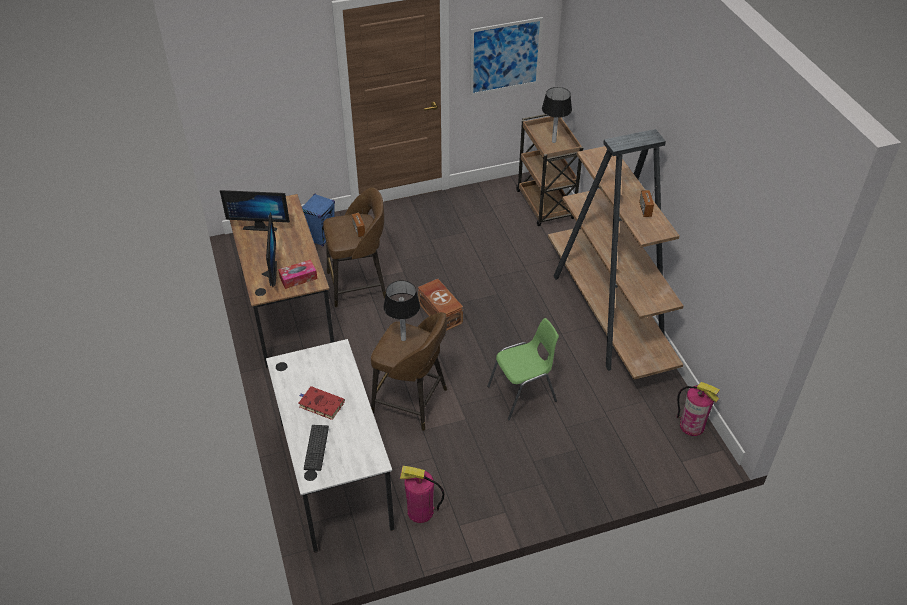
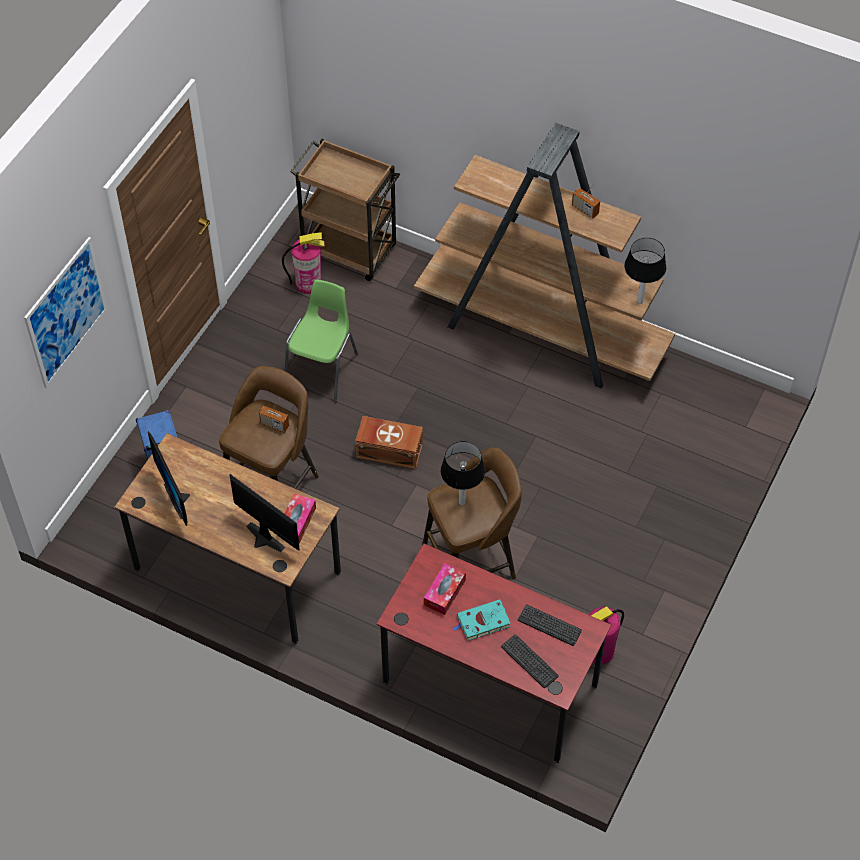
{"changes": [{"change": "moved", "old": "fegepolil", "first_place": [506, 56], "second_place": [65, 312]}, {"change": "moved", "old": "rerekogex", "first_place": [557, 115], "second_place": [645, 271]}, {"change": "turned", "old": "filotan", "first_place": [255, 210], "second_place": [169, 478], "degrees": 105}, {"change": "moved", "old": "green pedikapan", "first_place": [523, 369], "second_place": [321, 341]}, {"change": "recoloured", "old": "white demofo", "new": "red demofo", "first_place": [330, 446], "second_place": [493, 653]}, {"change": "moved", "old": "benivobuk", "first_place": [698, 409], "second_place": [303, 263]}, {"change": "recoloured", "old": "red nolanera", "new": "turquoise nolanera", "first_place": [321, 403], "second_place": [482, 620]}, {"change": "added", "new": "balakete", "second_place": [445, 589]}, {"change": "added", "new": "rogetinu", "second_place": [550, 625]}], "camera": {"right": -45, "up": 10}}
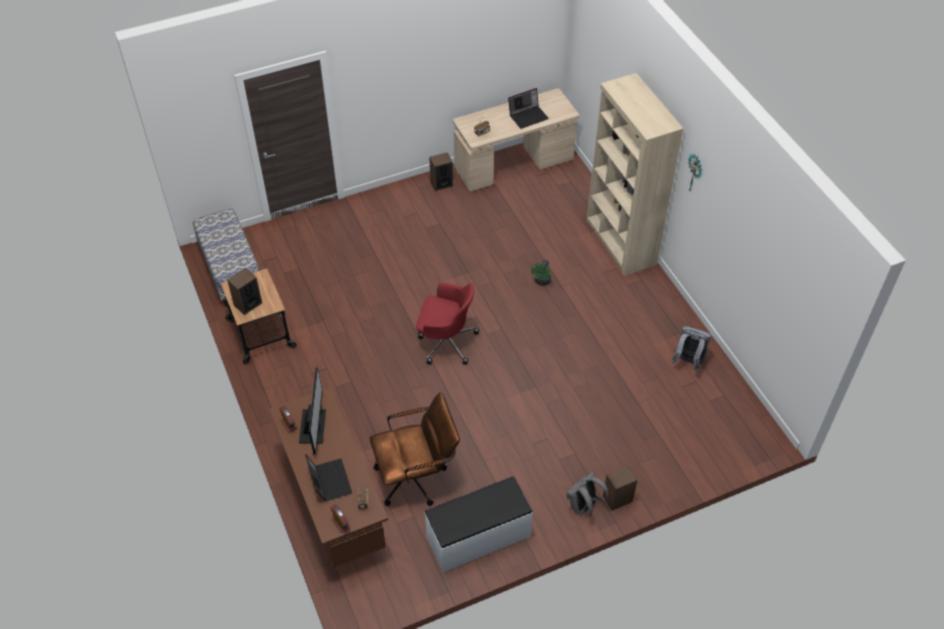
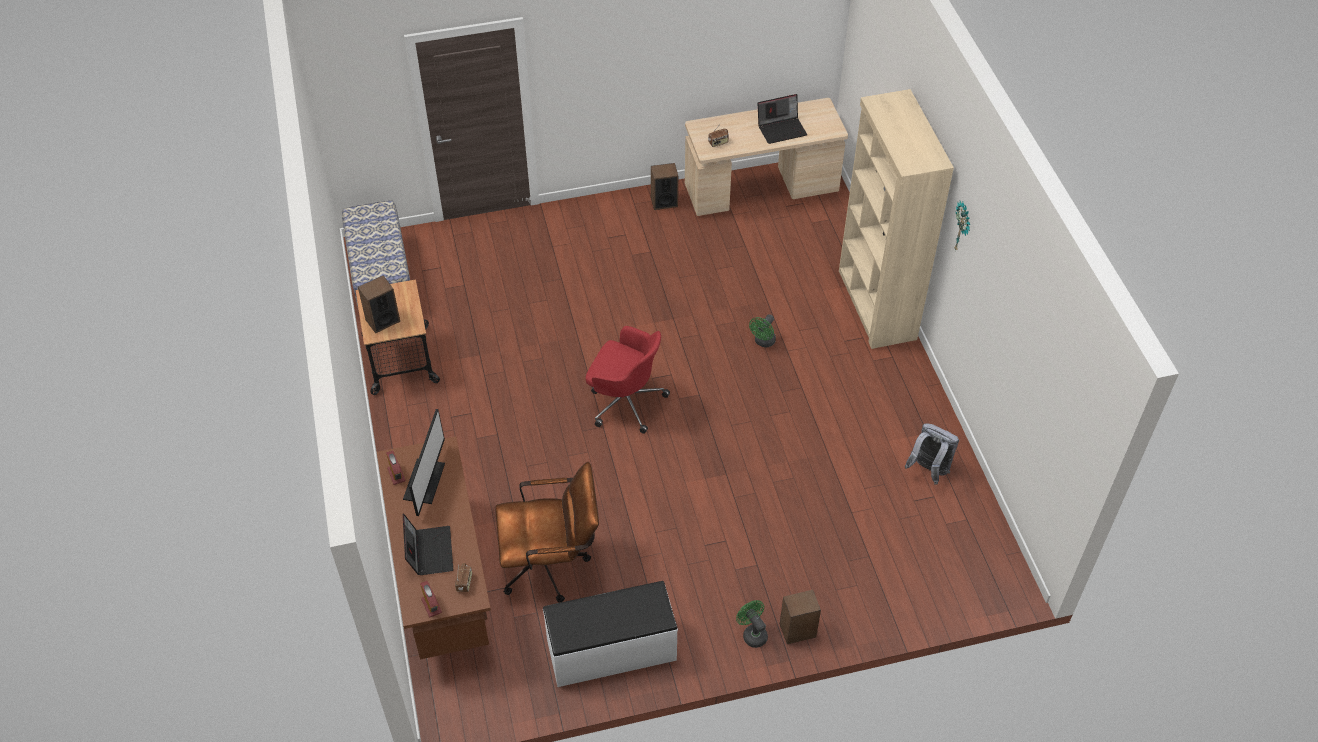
{"changes": [{"change": "replaced", "old": "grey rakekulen", "new": "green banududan", "first_place": [588, 494], "second_place": [752, 624]}], "camera": {"right": 10, "up": 0}}
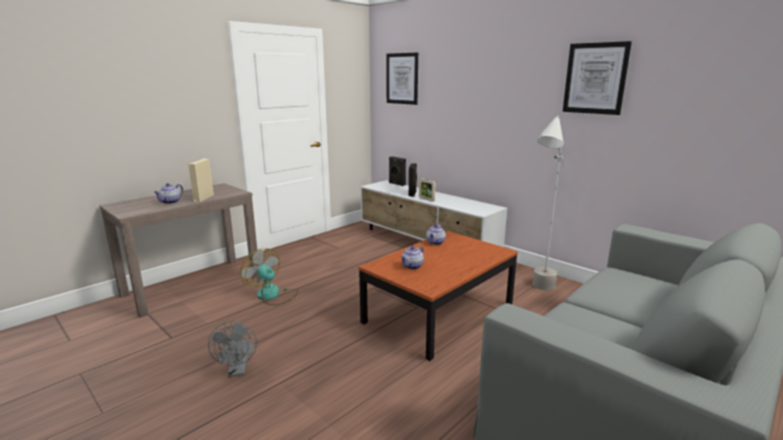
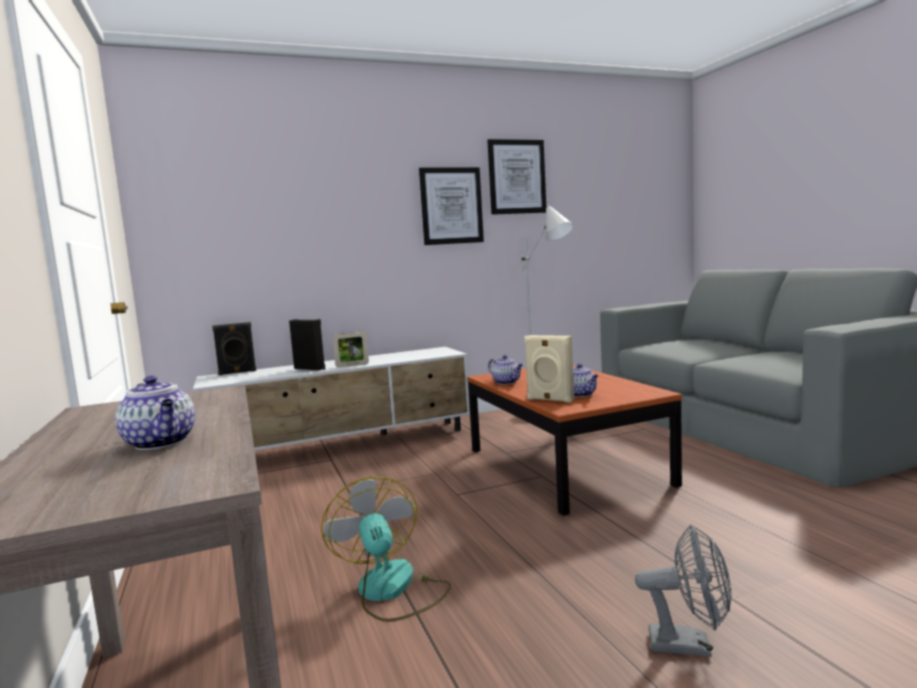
{"changes": [{"change": "moved", "old": "fegepolil", "first_place": [402, 78], "second_place": [451, 206]}, {"change": "moved", "old": "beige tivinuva", "first_place": [201, 180], "second_place": [549, 369]}, {"change": "turned", "old": "banududan", "first_place": [269, 277], "second_place": [386, 549], "degrees": 90}], "camera": {"right": -65, "up": -10}}
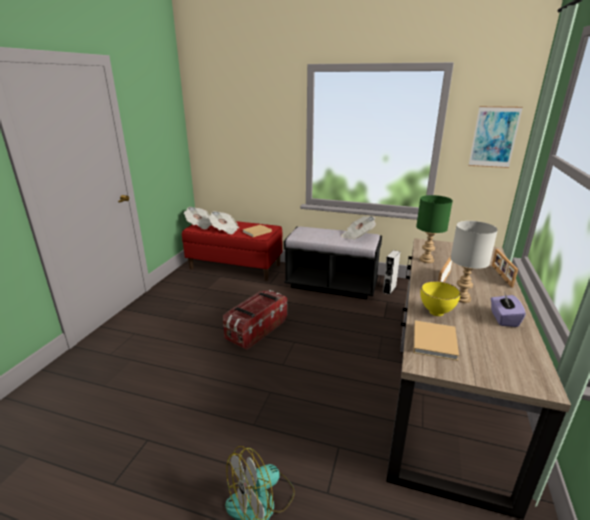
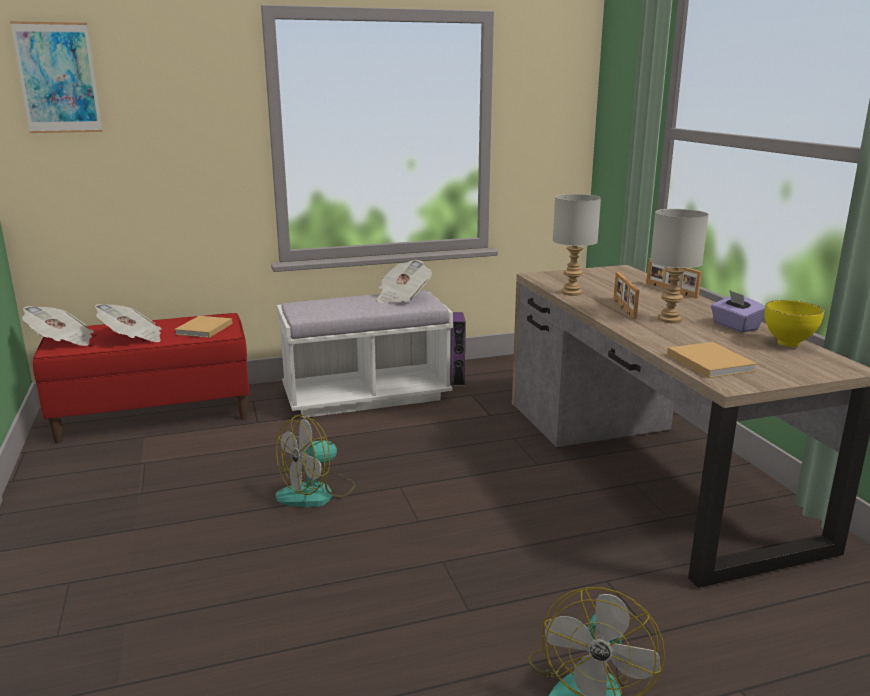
{"changes": [{"change": "moved", "old": "fegepolil", "first_place": [495, 137], "second_place": [56, 77]}, {"change": "recoloured", "old": "green rerekogex", "new": "grey rerekogex", "first_place": [434, 229], "second_place": [577, 245]}, {"change": "recoloured", "old": "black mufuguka", "new": "white mufuguka", "first_place": [333, 262], "second_place": [365, 354]}, {"change": "recoloured", "old": "grey tivinuva", "new": "purple tivinuva", "first_place": [391, 272], "second_place": [458, 349]}, {"change": "moved", "old": "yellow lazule", "first_place": [440, 298], "second_place": [794, 323]}, {"change": "replaced", "old": "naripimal", "new": "banududan", "first_place": [255, 320], "second_place": [315, 460]}], "camera": {"right": -35, "up": -5}}
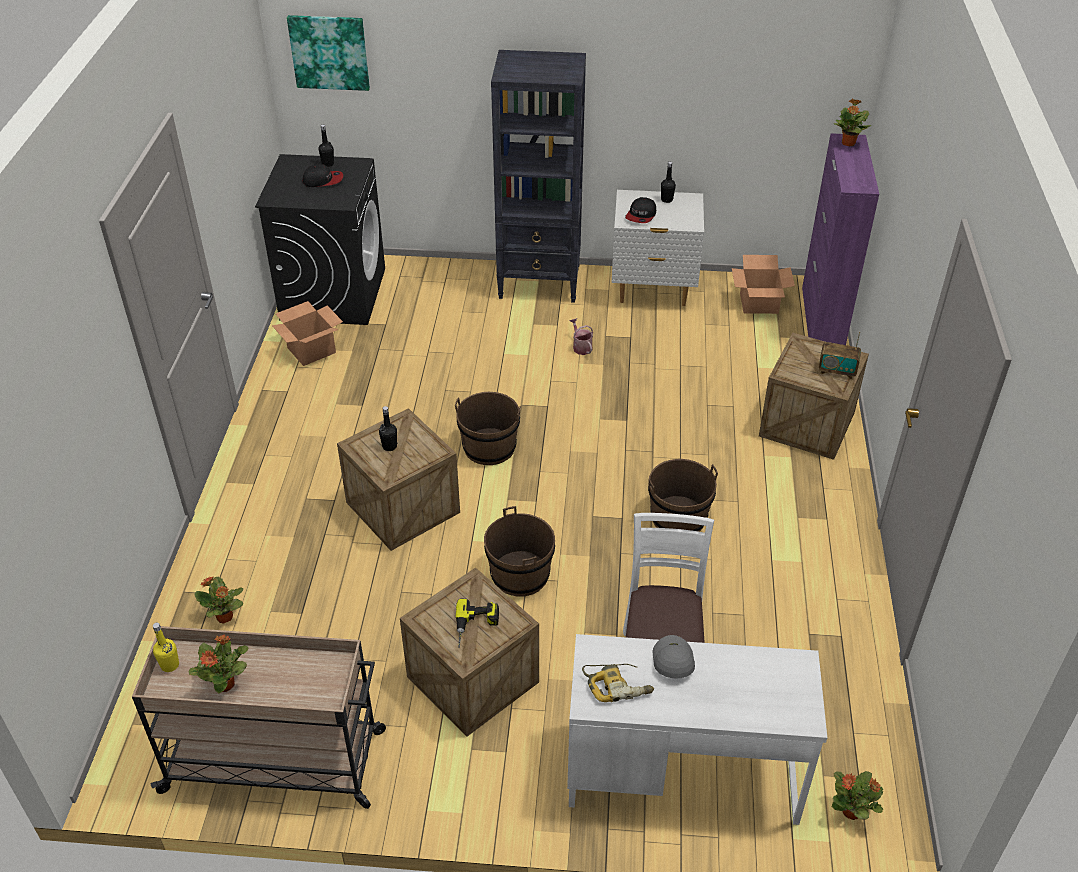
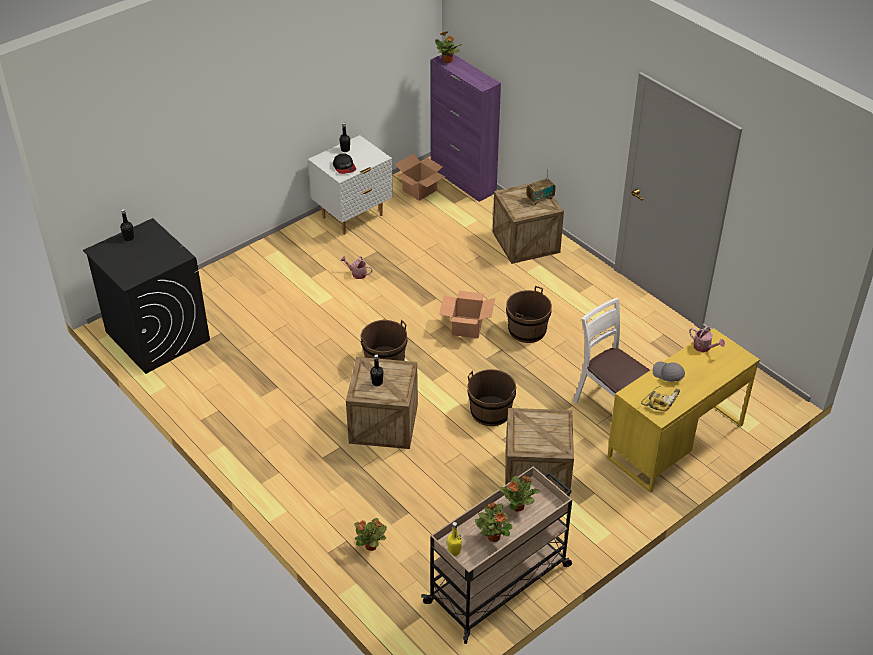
{"changes": [{"change": "removed", "old": "fegepolil", "first_place": [328, 53]}, {"change": "removed", "old": "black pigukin", "first_place": [538, 176]}, {"change": "removed", "old": "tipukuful", "first_place": [323, 175]}, {"change": "moved", "old": "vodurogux", "first_place": [307, 333], "second_place": [467, 314]}, {"change": "removed", "old": "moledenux", "first_place": [477, 623]}, {"change": "recoloured", "old": "white demofo", "new": "yellow demofo", "first_place": [697, 729], "second_place": [683, 410]}, {"change": "moved", "old": "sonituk", "first_place": [857, 795], "second_place": [520, 493]}, {"change": "added", "new": "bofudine", "second_place": [707, 339]}], "camera": {"right": -45, "up": 0}}
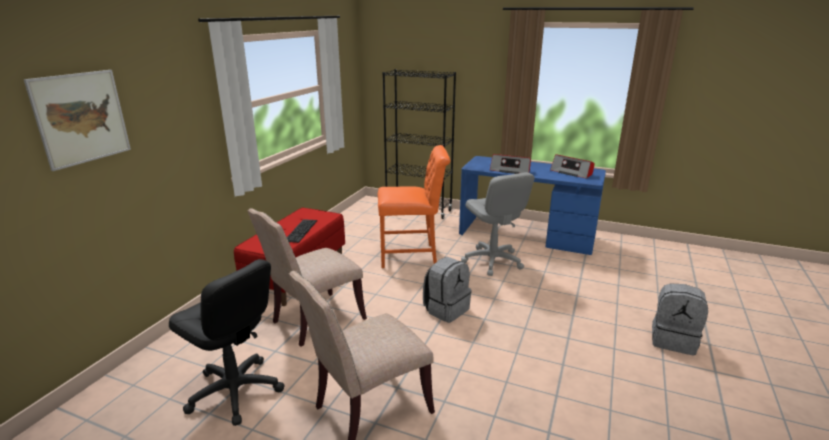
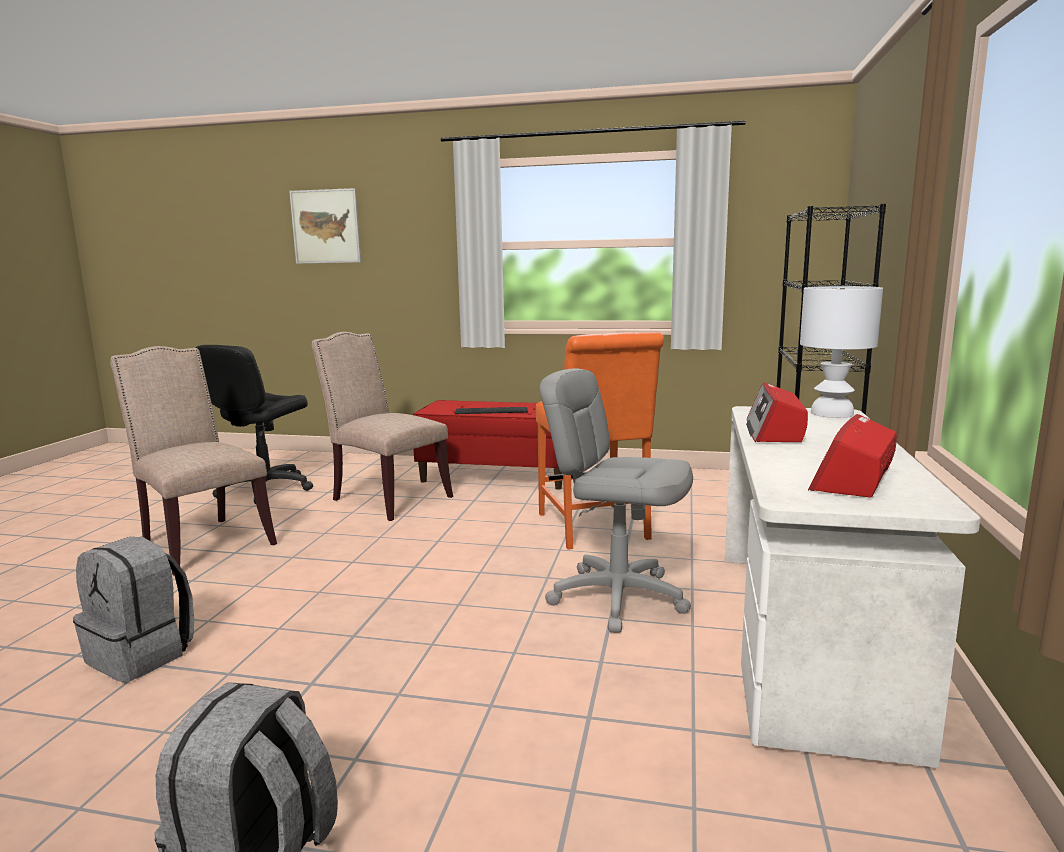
{"changes": [{"change": "recoloured", "old": "blue demofo", "new": "white demofo", "first_place": [532, 205], "second_place": [853, 587]}, {"change": "turned", "old": "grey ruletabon", "first_place": [497, 224], "second_place": [616, 500], "degrees": 60}, {"change": "moved", "old": "grey rakekulen", "first_place": [447, 290], "second_place": [133, 610]}, {"change": "added", "new": "white rerekogex", "second_place": [841, 352]}], "camera": {"right": 80, "up": -10}}
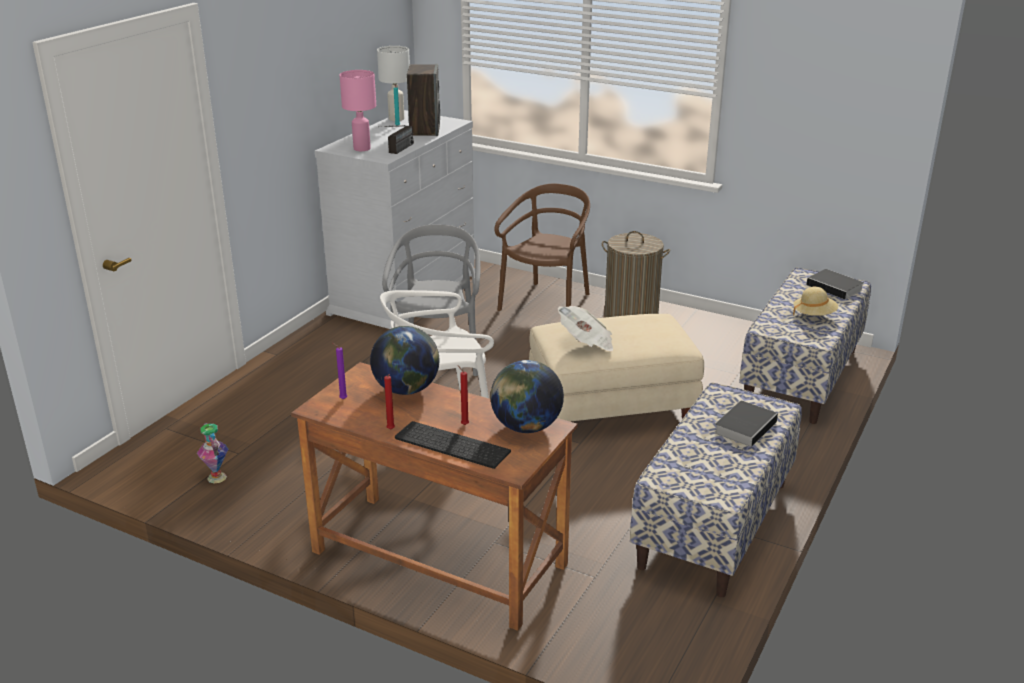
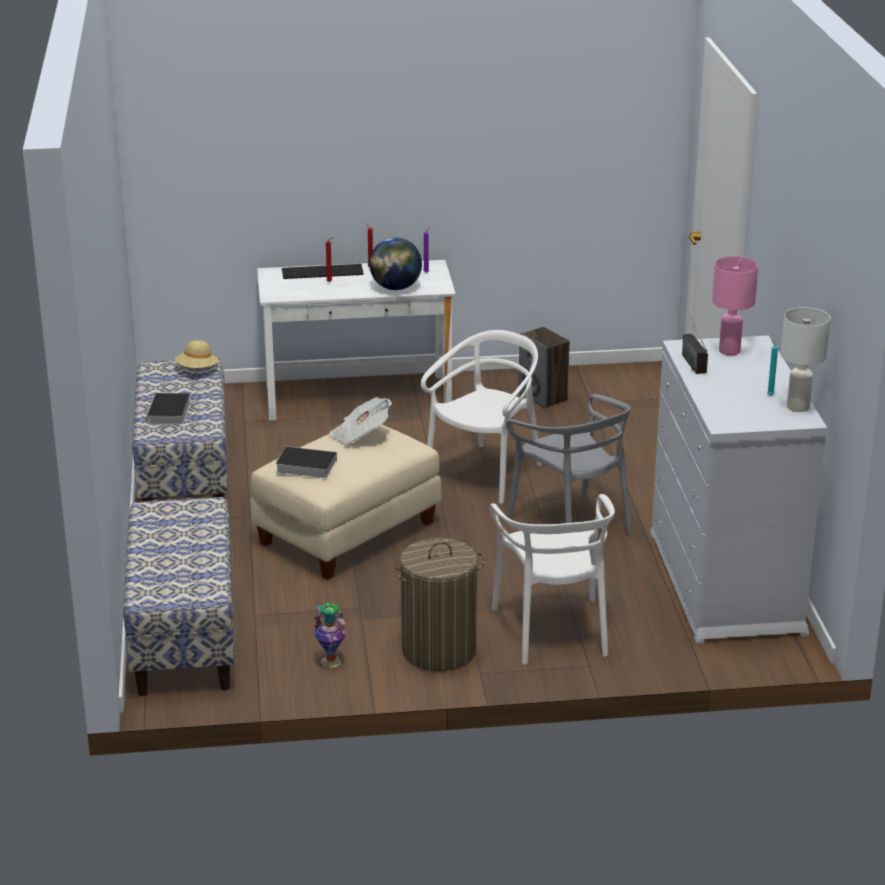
{"changes": [{"change": "moved", "old": "tivinuva", "first_place": [423, 100], "second_place": [544, 367]}, {"change": "recoloured", "old": "brown pedikapan", "new": "white pedikapan", "first_place": [542, 247], "second_place": [552, 579]}, {"change": "moved", "old": "nolanera", "first_place": [835, 285], "second_place": [306, 462]}, {"change": "moved", "old": "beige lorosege", "first_place": [815, 301], "second_place": [197, 354]}, {"change": "removed", "old": "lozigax", "first_place": [527, 396]}, {"change": "recoloured", "old": "brown demofo", "new": "white demofo", "first_place": [434, 496], "second_place": [356, 340]}, {"change": "moved", "old": "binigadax", "first_place": [212, 453], "second_place": [330, 635]}], "camera": {"right": 145, "up": 0}}
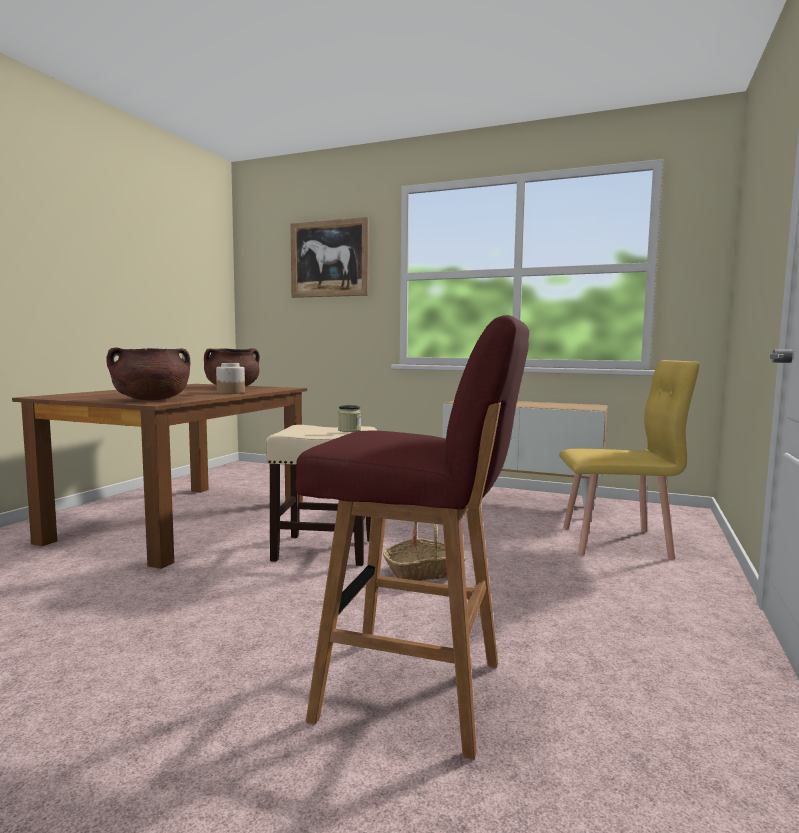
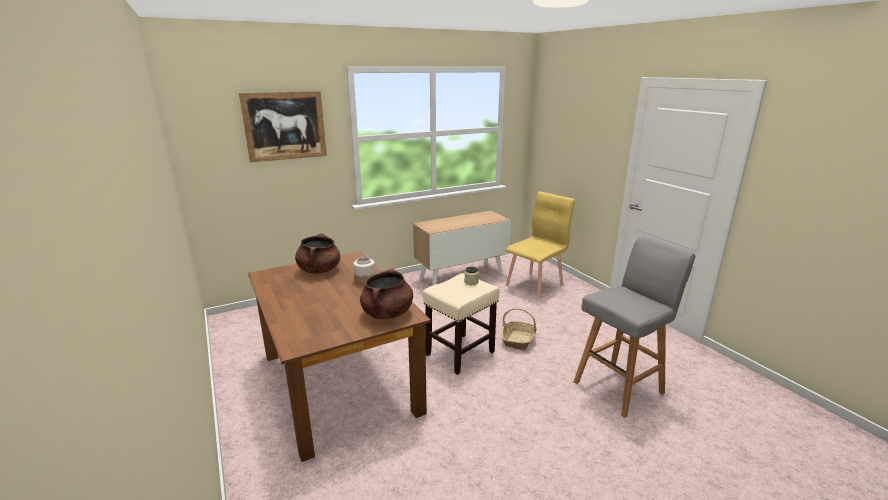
{"changes": [{"change": "recoloured", "old": "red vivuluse", "new": "grey vivuluse", "first_place": [412, 537], "second_place": [635, 327]}], "camera": {"right": -50, "up": 15}}
